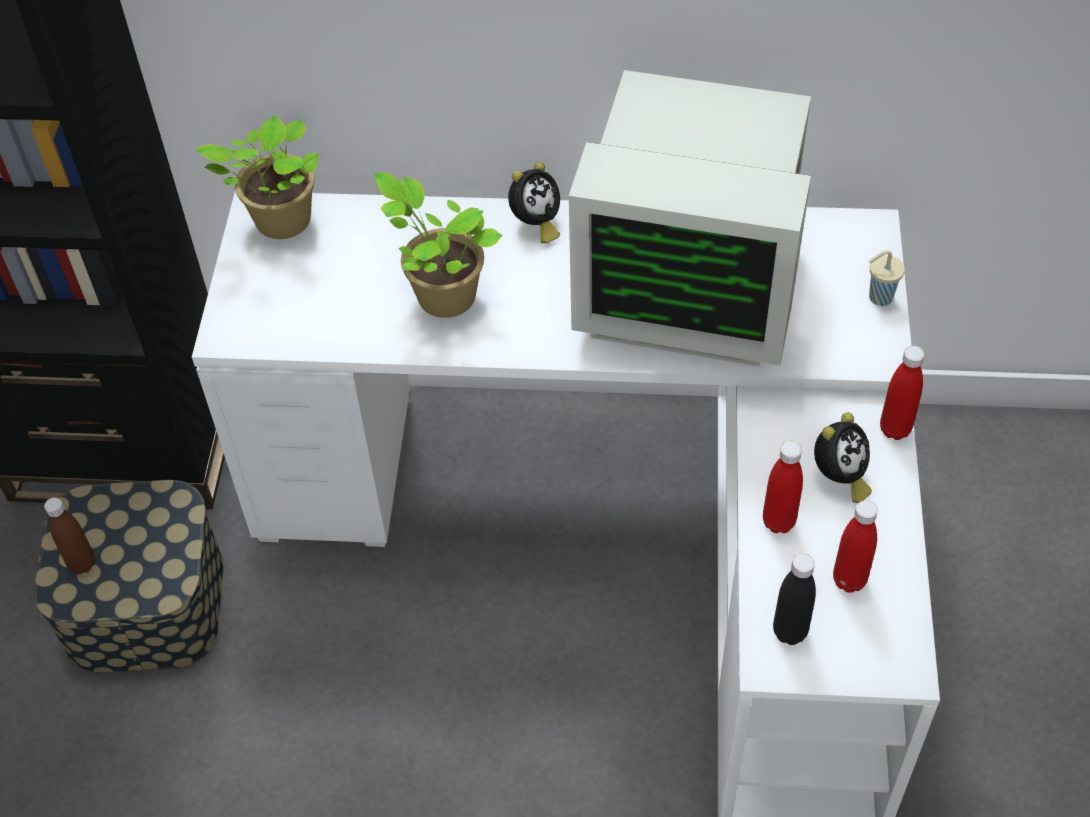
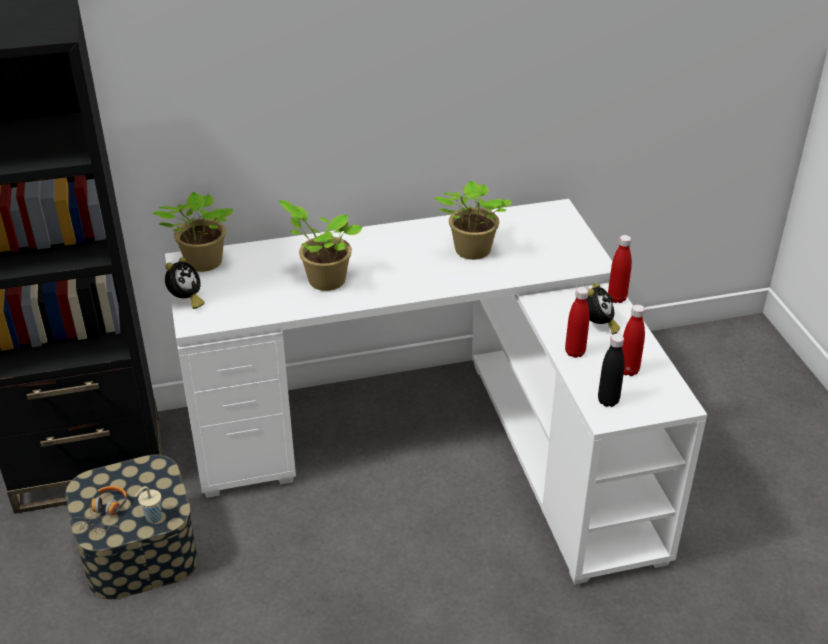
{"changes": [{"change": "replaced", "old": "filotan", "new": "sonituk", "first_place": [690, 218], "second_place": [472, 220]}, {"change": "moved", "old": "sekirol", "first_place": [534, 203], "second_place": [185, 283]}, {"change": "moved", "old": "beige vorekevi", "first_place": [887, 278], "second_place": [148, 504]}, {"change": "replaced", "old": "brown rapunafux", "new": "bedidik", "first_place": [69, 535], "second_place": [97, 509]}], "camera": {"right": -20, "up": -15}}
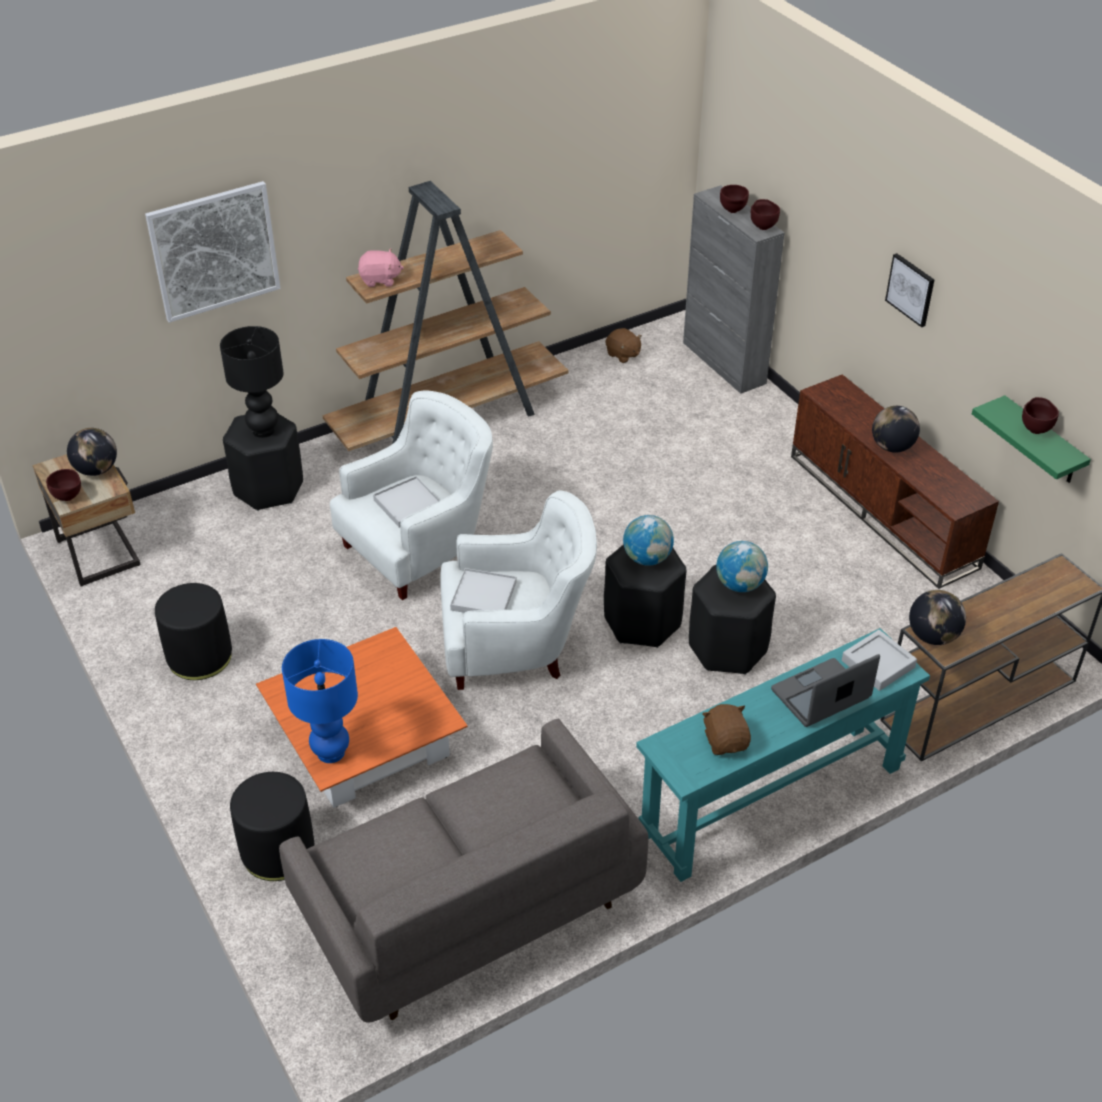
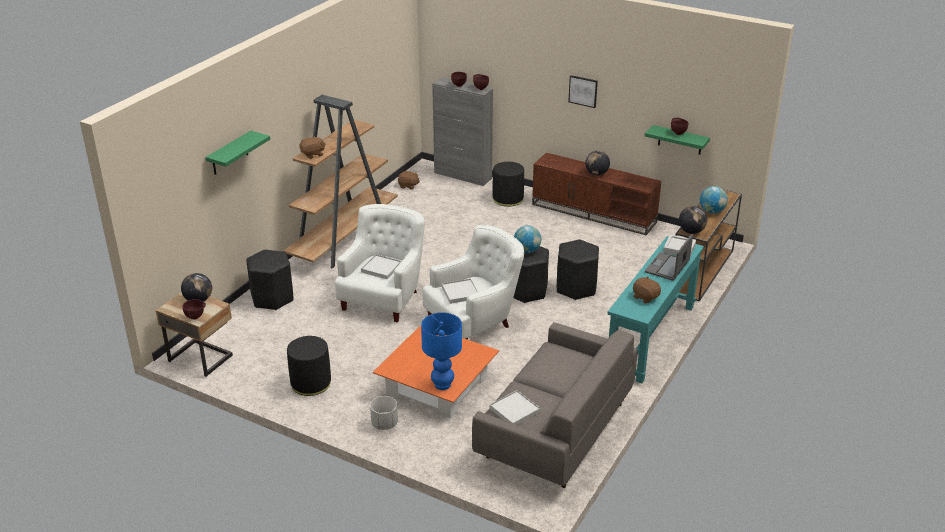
{"changes": [{"change": "replaced", "old": "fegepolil", "new": "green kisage", "first_place": [213, 252], "second_place": [237, 153]}, {"change": "recoloured", "old": "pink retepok", "new": "brown retepok", "first_place": [381, 268], "second_place": [312, 147]}, {"change": "removed", "old": "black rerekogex", "first_place": [252, 382]}, {"change": "moved", "old": "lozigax", "first_place": [742, 566], "second_place": [714, 200]}, {"change": "moved", "old": "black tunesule", "first_place": [272, 826], "second_place": [508, 184]}, {"change": "added", "new": "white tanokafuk", "second_place": [515, 407]}, {"change": "added", "new": "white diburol", "second_place": [384, 413]}], "camera": {"right": -30, "up": -10}}
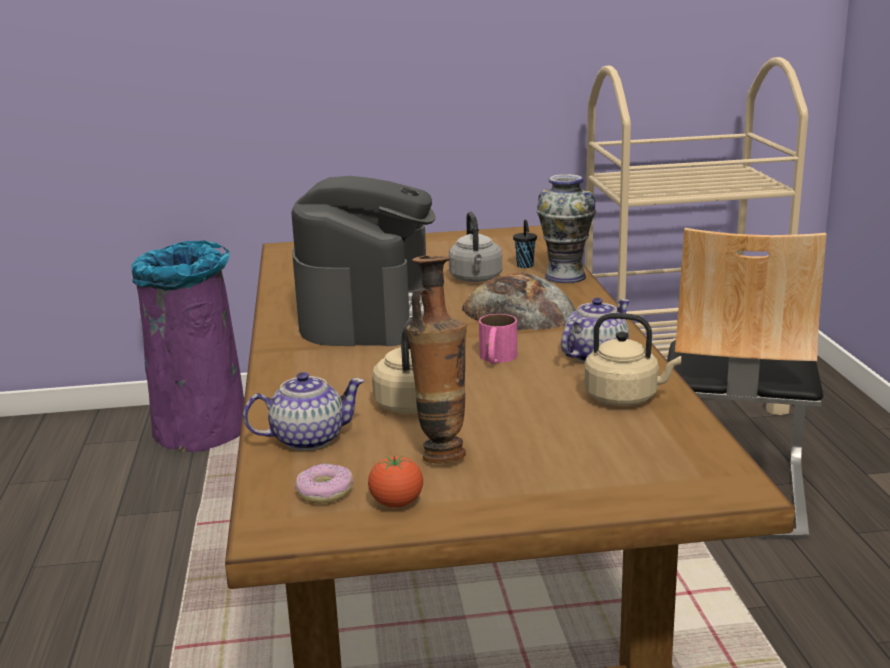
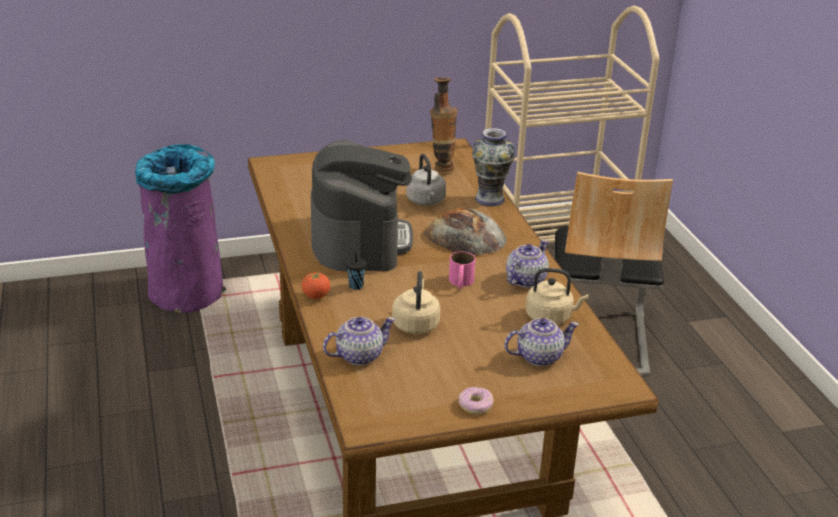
{"changes": [{"change": "moved", "old": "black vorekevi", "first_place": [525, 243], "second_place": [356, 270]}, {"change": "moved", "old": "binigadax", "first_place": [436, 359], "second_place": [444, 124]}, {"change": "moved", "old": "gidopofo", "first_place": [395, 482], "second_place": [316, 285]}, {"change": "moved", "old": "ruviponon", "first_place": [324, 483], "second_place": [476, 400]}, {"change": "added", "new": "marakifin", "second_place": [541, 342]}], "camera": {"right": -10, "up": 10}}
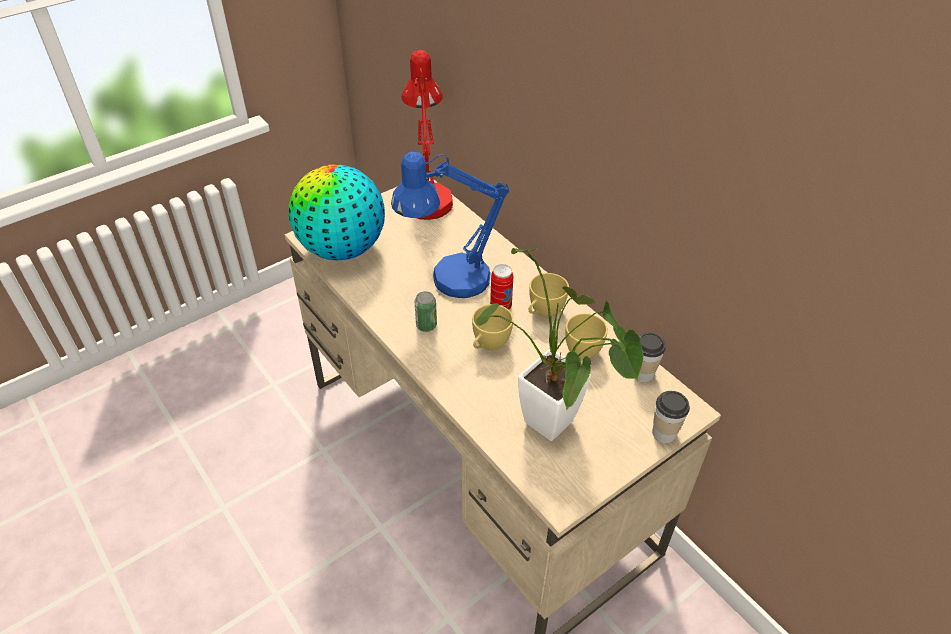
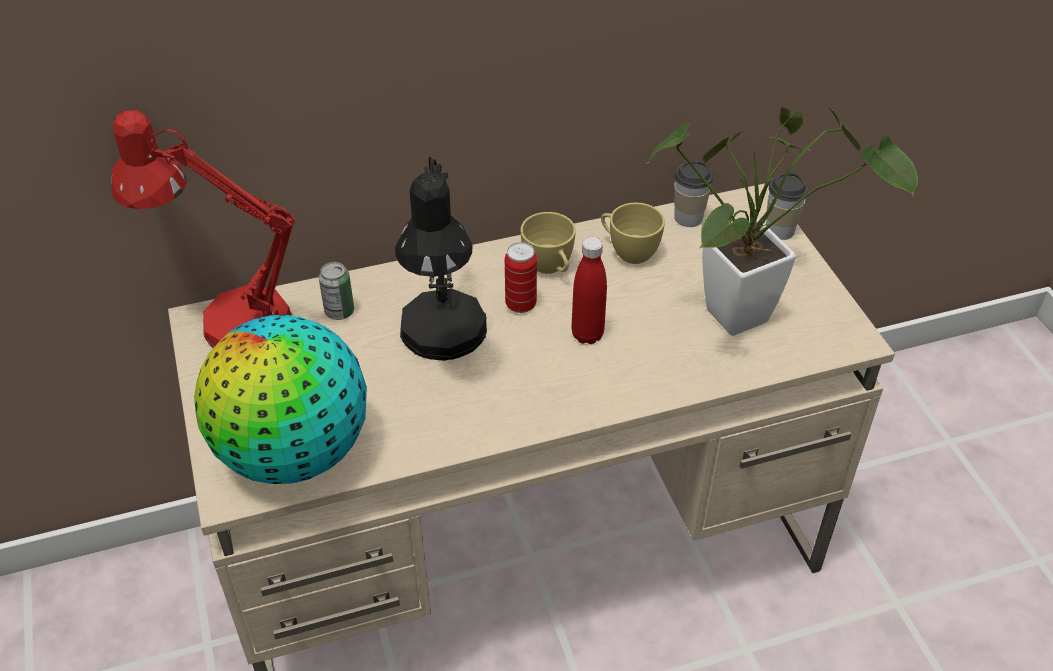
{"changes": [{"change": "recoloured", "old": "blue rerekogex", "new": "black rerekogex", "first_place": [450, 225], "second_place": [441, 259]}, {"change": "moved", "old": "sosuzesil", "first_place": [426, 311], "second_place": [336, 291]}, {"change": "replaced", "old": "yellow vorekevi", "new": "red rapunafux", "first_place": [492, 327], "second_place": [589, 290]}], "camera": {"right": -70, "up": 0}}
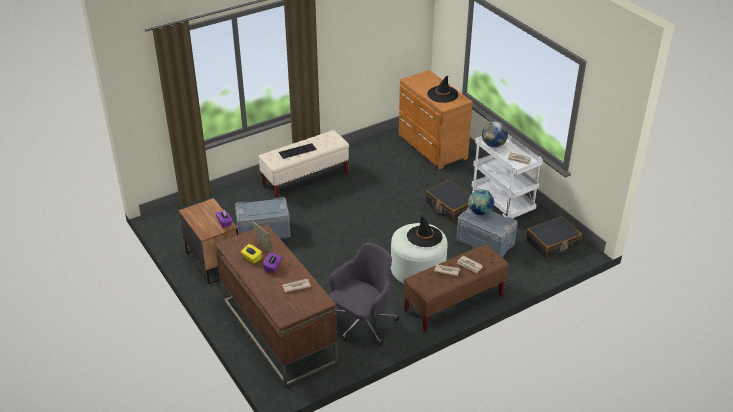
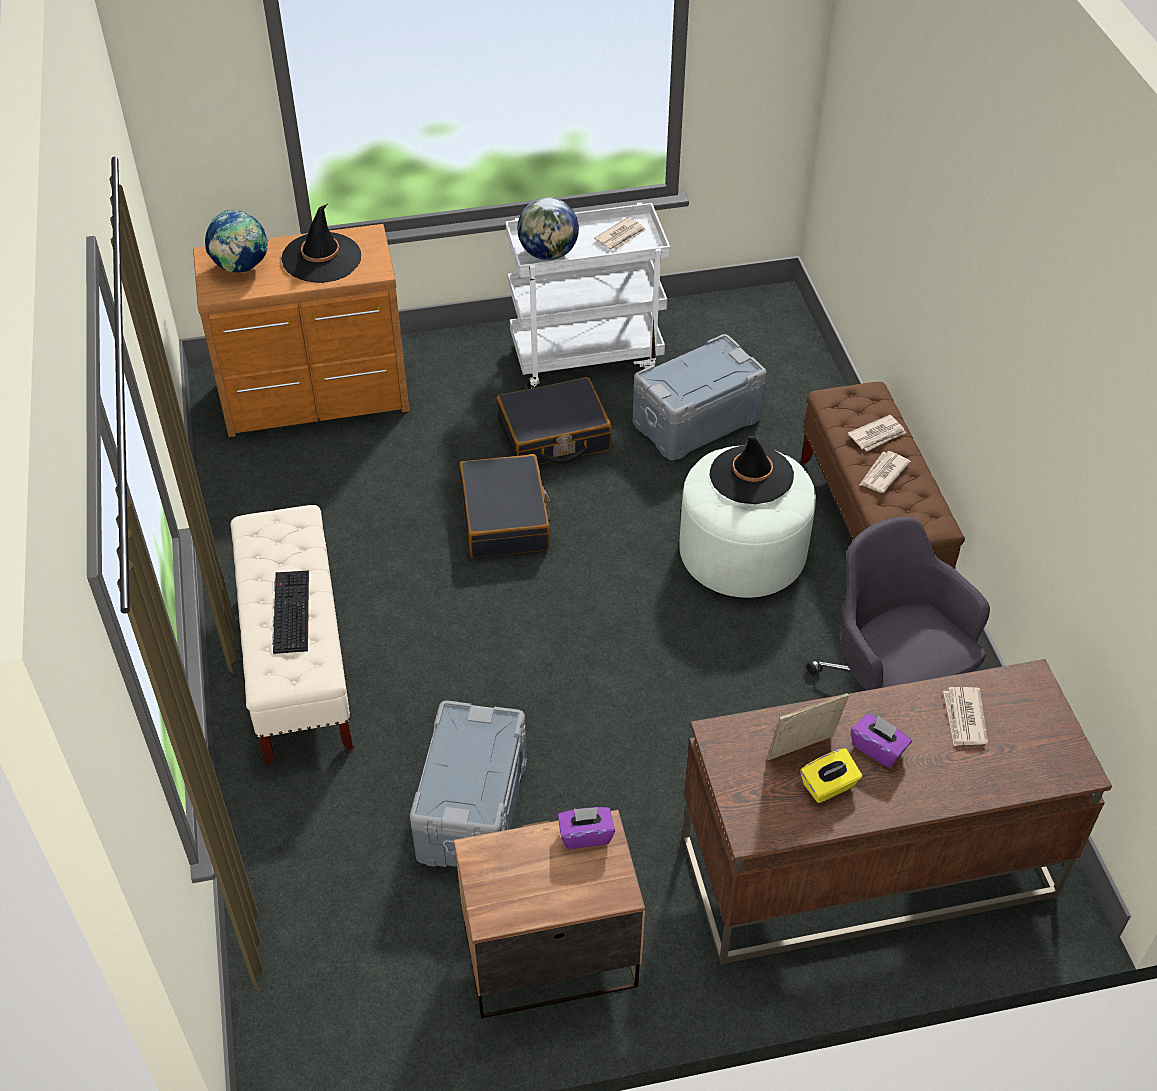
{"changes": [{"change": "moved", "old": "lozigax", "first_place": [481, 202], "second_place": [237, 241]}, {"change": "moved", "old": "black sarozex", "first_place": [554, 237], "second_place": [505, 506]}], "camera": {"right": -70, "up": 10}}
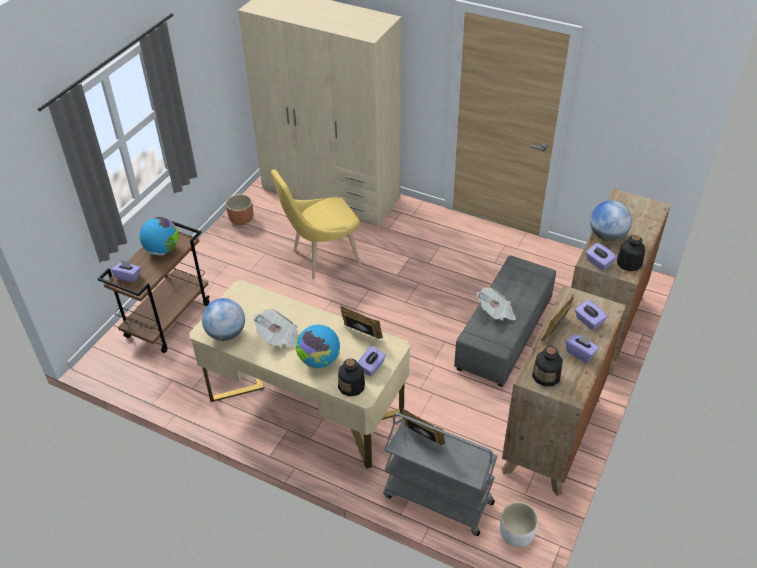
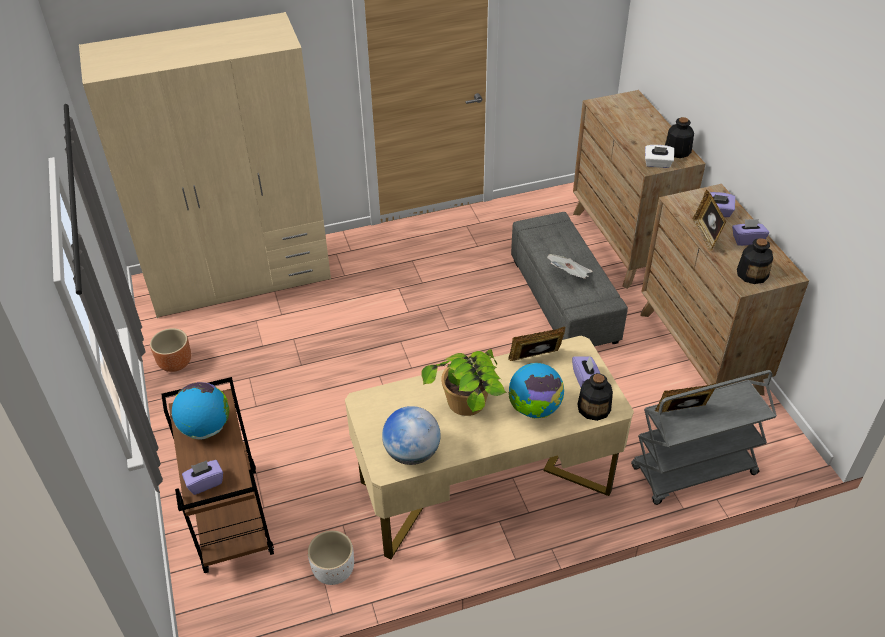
{"changes": [{"change": "removed", "old": "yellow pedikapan", "first_place": [316, 224]}, {"change": "removed", "old": "lozigax", "first_place": [611, 220]}, {"change": "recoloured", "old": "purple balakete", "new": "white balakete", "first_place": [601, 257], "second_place": [659, 156]}, {"change": "replaced", "old": "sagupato", "new": "sonituk", "first_place": [275, 328], "second_place": [464, 382]}, {"change": "moved", "old": "white diburol", "first_place": [519, 524], "second_place": [331, 557]}], "camera": {"right": -45, "up": 0}}
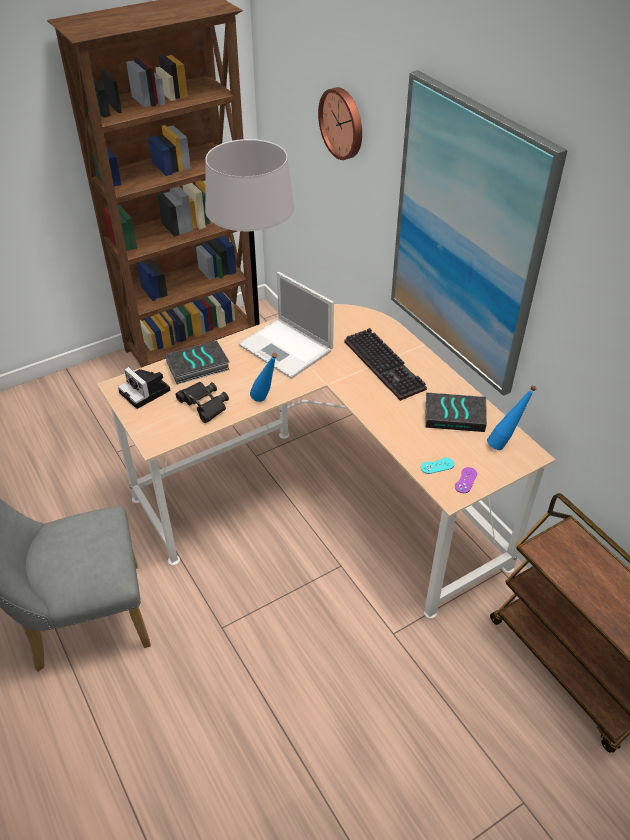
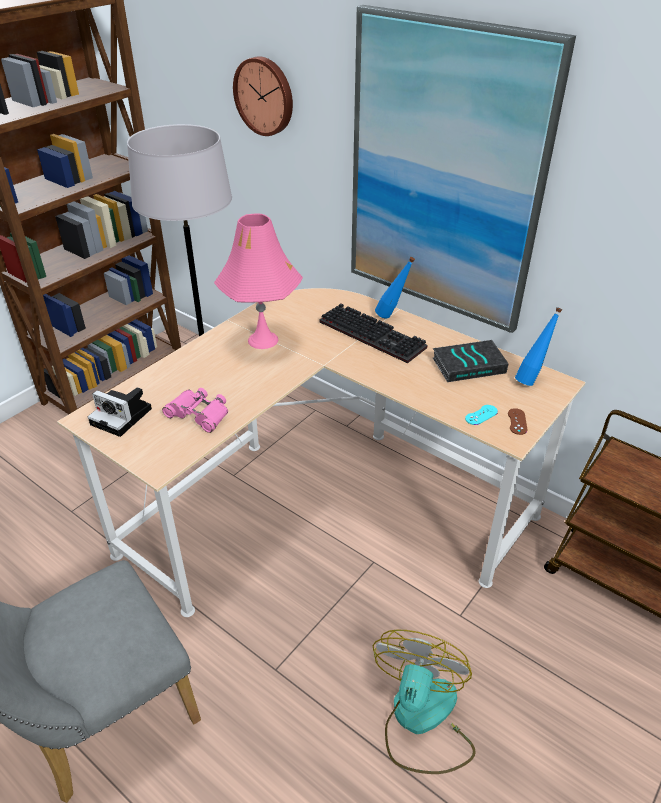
{"changes": [{"change": "replaced", "old": "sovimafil", "new": "pink rerekogex", "first_place": [286, 325], "second_place": [258, 281]}, {"change": "removed", "old": "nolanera", "first_place": [197, 363]}, {"change": "moved", "old": "blue rapunafux", "first_place": [264, 377], "second_place": [395, 287]}, {"change": "recoloured", "old": "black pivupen", "new": "pink pivupen", "first_place": [202, 402], "second_place": [195, 410]}, {"change": "recoloured", "old": "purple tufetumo", "new": "brown tufetumo", "first_place": [466, 480], "second_place": [518, 421]}, {"change": "added", "new": "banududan", "second_place": [424, 702]}], "camera": {"right": -20, "up": -5}}
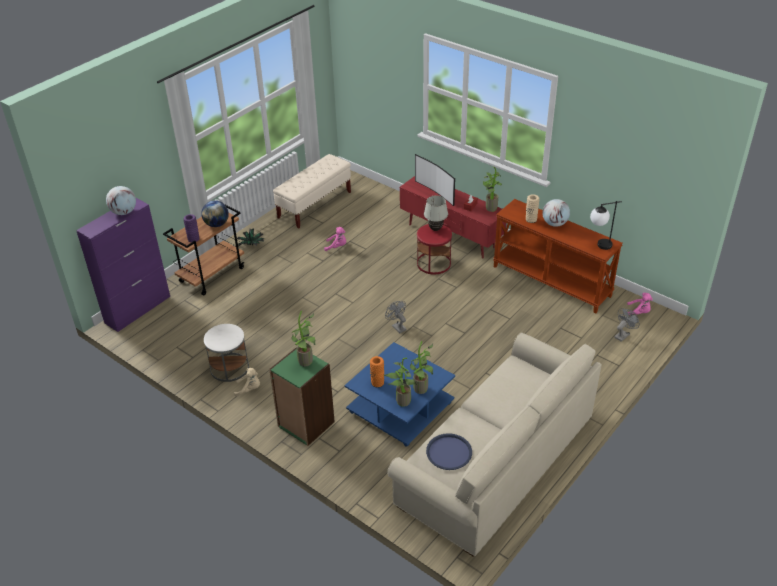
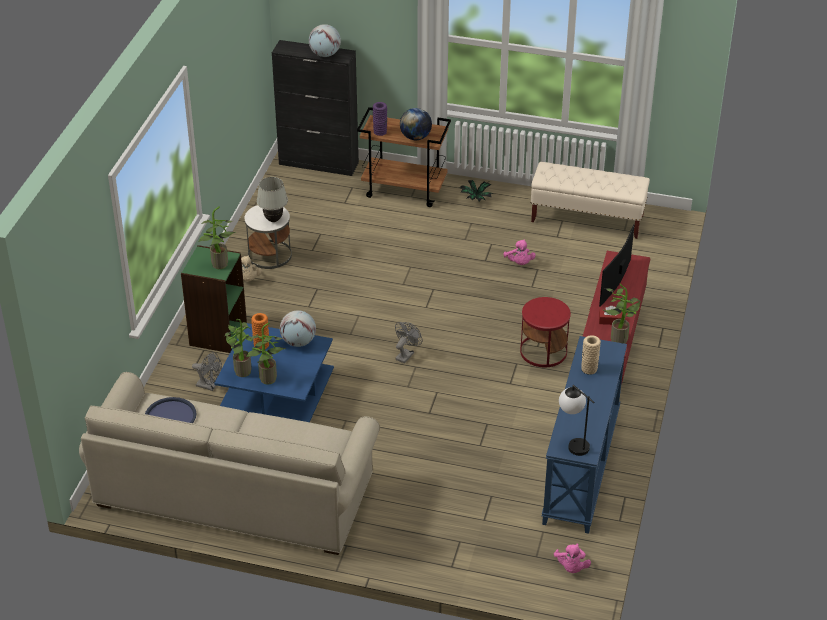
{"changes": [{"change": "moved", "old": "white rerekogex", "first_place": [436, 213], "second_place": [272, 199]}, {"change": "recoloured", "old": "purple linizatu", "new": "black linizatu", "first_place": [123, 265], "second_place": [315, 108]}, {"change": "recoloured", "old": "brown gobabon", "new": "blue gobabon", "first_place": [558, 256], "second_place": [584, 435]}, {"change": "moved", "old": "lozigax", "first_place": [556, 213], "second_place": [298, 328]}, {"change": "moved", "old": "grey banududan", "first_place": [627, 325], "second_place": [207, 371]}], "camera": {"right": 65, "up": 0}}
